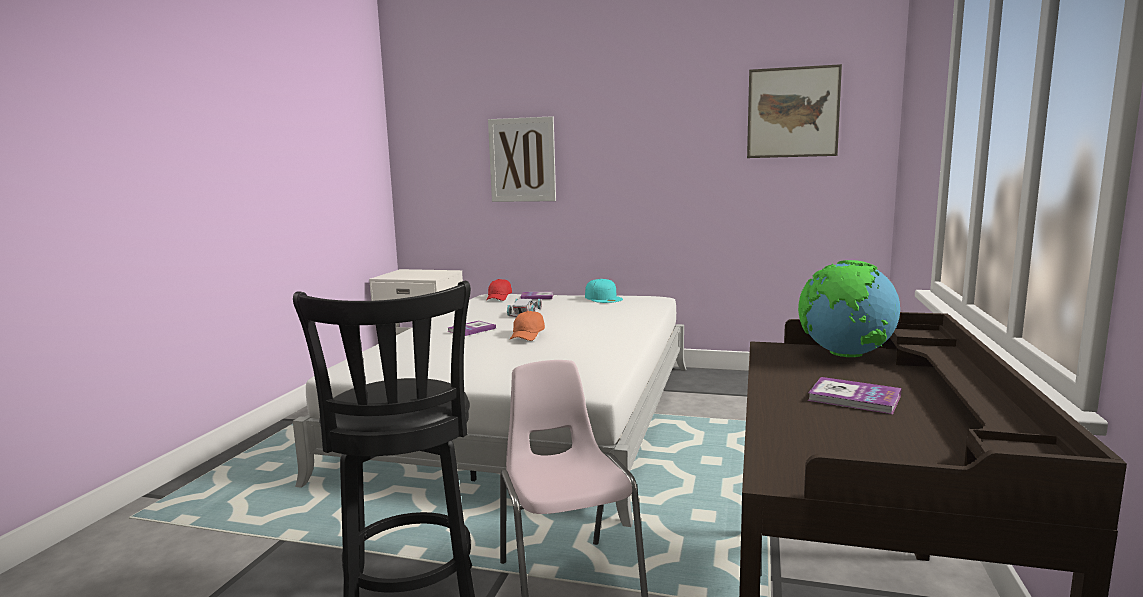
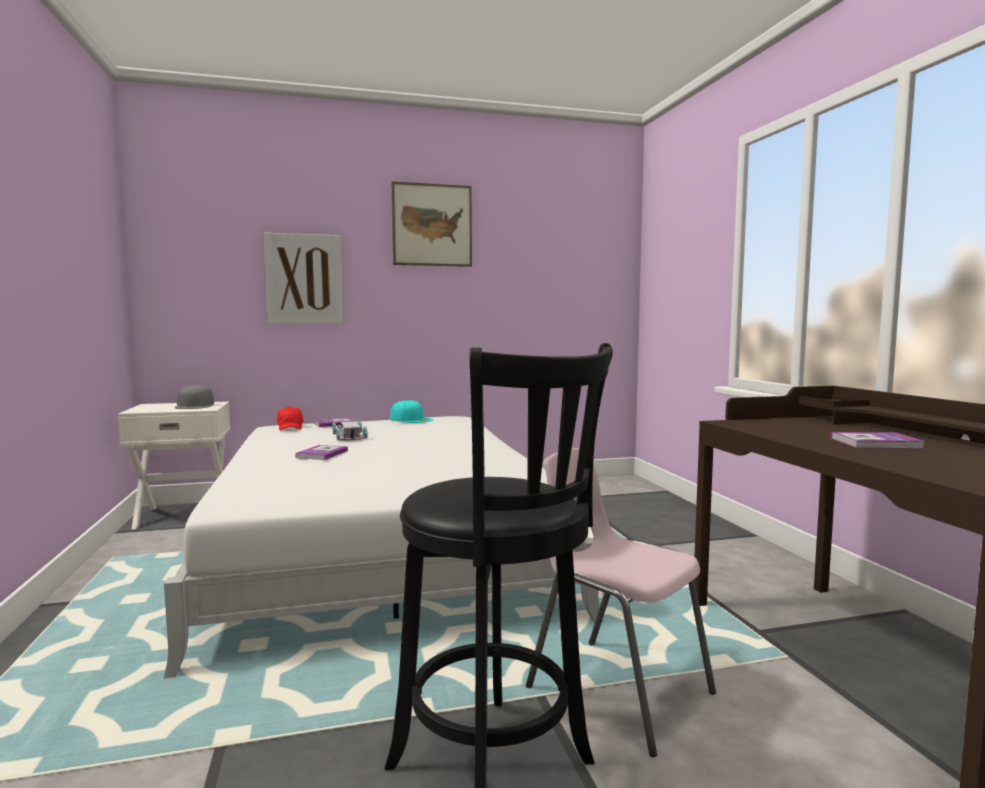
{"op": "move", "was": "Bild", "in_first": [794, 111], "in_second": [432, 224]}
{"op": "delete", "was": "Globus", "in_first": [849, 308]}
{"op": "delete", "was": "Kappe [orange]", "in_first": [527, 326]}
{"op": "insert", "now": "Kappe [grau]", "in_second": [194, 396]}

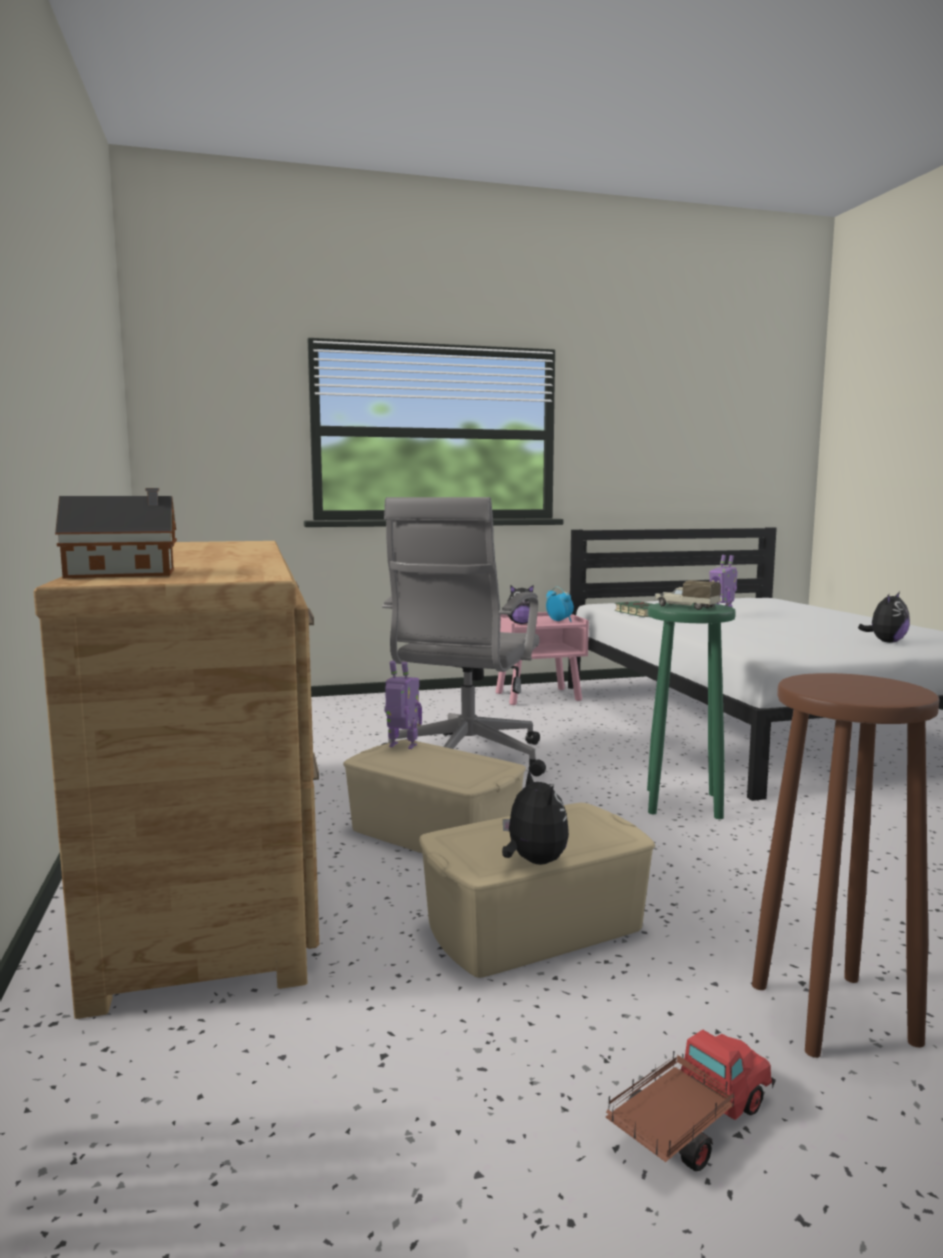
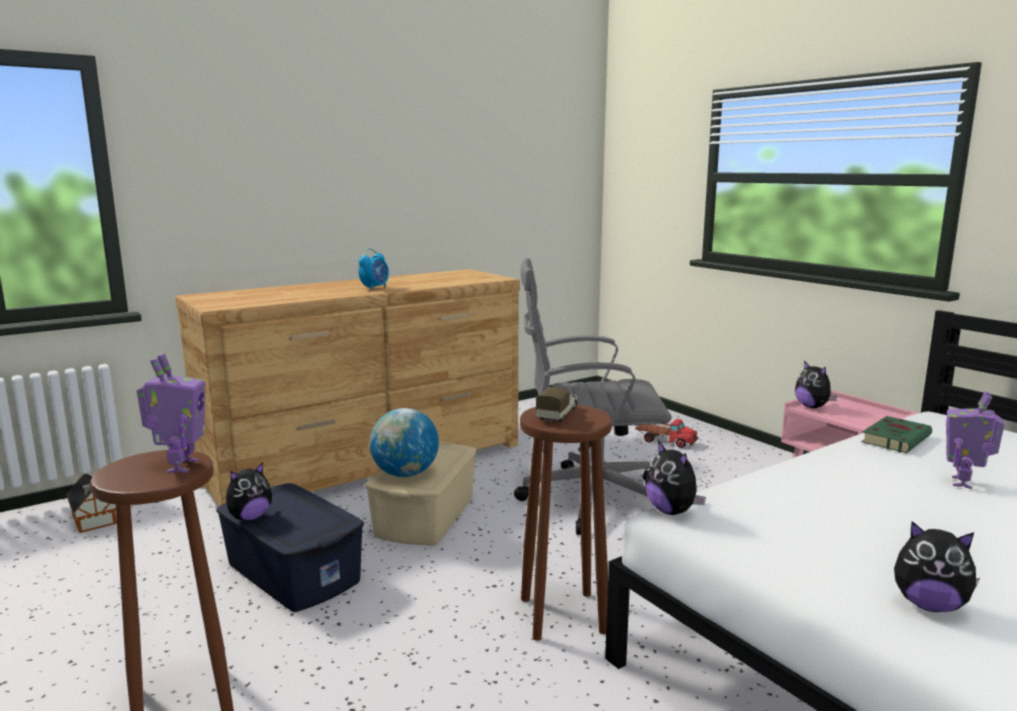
{"op": "move", "was": "Spielzeughaus", "in_first": [116, 533], "in_second": [91, 503]}
{"op": "move", "was": "Wecker", "in_first": [560, 604], "in_second": [373, 269]}
{"op": "recolor", "was": "Hocker [grün]", "now": "Hocker [braun]", "in_first": [691, 711], "in_second": [566, 522]}
{"op": "move", "was": "Spielzeugroboter", "in_first": [403, 705], "in_second": [171, 413]}
{"op": "recolor", "was": "Aufbewahrungsbox [beige]", "now": "Aufbewahrungsbox [blau]", "in_first": [537, 890], "in_second": [290, 547]}
{"op": "move", "was": "Spielzeuglaster", "in_first": [691, 1100], "in_second": [666, 433]}
{"op": "insert", "now": "Globus", "in_second": [404, 442]}
{"op": "insert", "now": "Plüschtier", "in_second": [675, 477]}

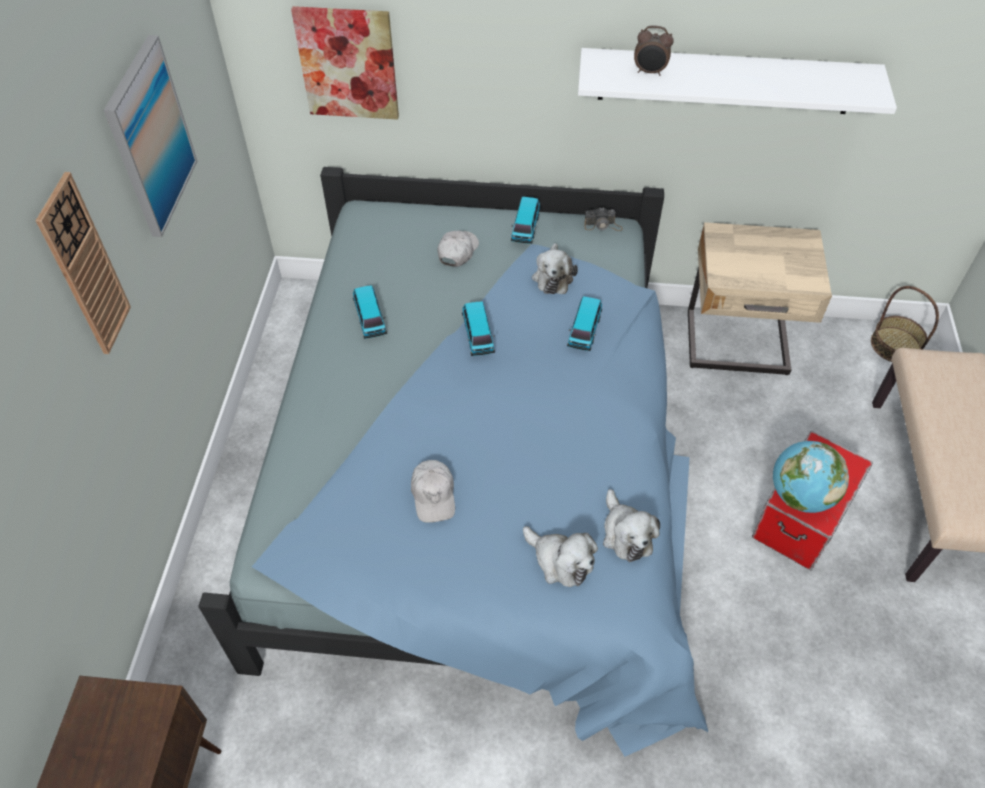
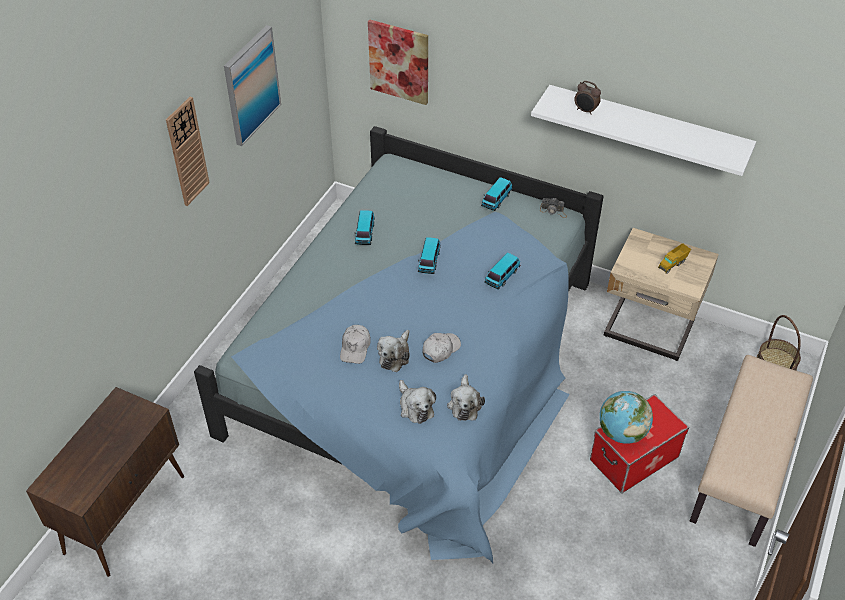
{"op": "move", "was": "Kappe [weiß]", "in_first": [458, 249], "in_second": [441, 348]}
{"op": "move", "was": "Plüschtier", "in_first": [555, 268], "in_second": [393, 351]}
{"op": "insert", "now": "Spielzeuglaster", "in_second": [674, 258]}

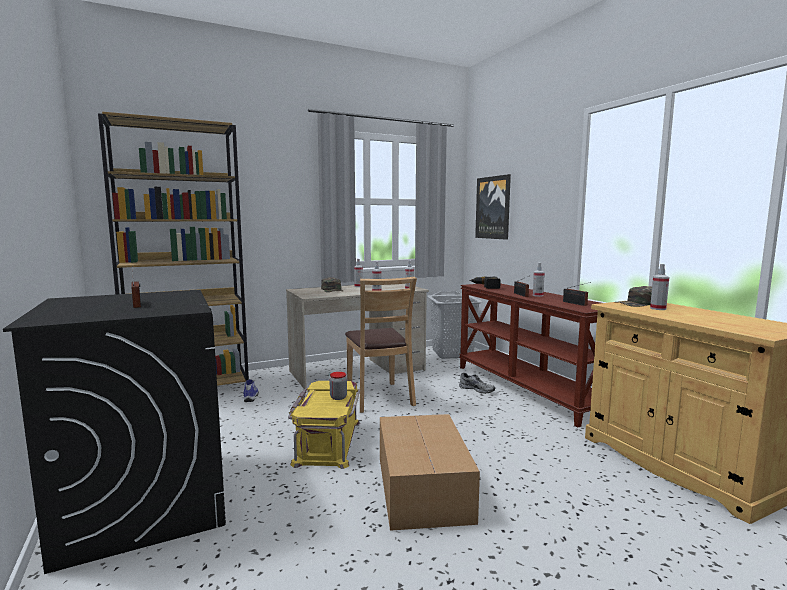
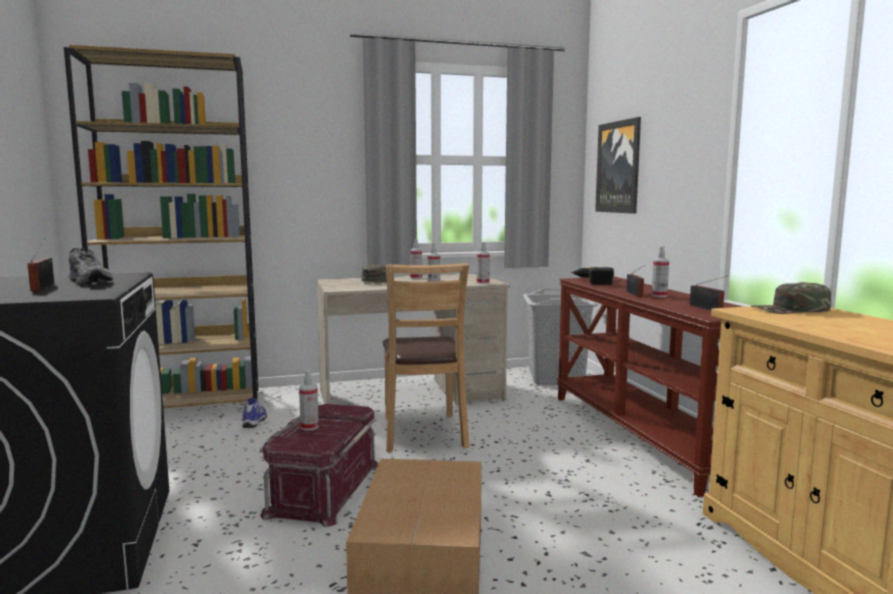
{"op": "move", "was": "Sprühflasche", "in_first": [659, 287], "in_second": [309, 400]}
{"op": "delete", "was": "Vorratsglas", "in_first": [338, 386]}
{"op": "move", "was": "Schuh [grau]", "in_first": [477, 383], "in_second": [91, 266]}
{"op": "recolor", "was": "Aufbewahrungsbox [gelb]", "now": "Aufbewahrungsbox [rot]", "in_first": [324, 425], "in_second": [319, 465]}

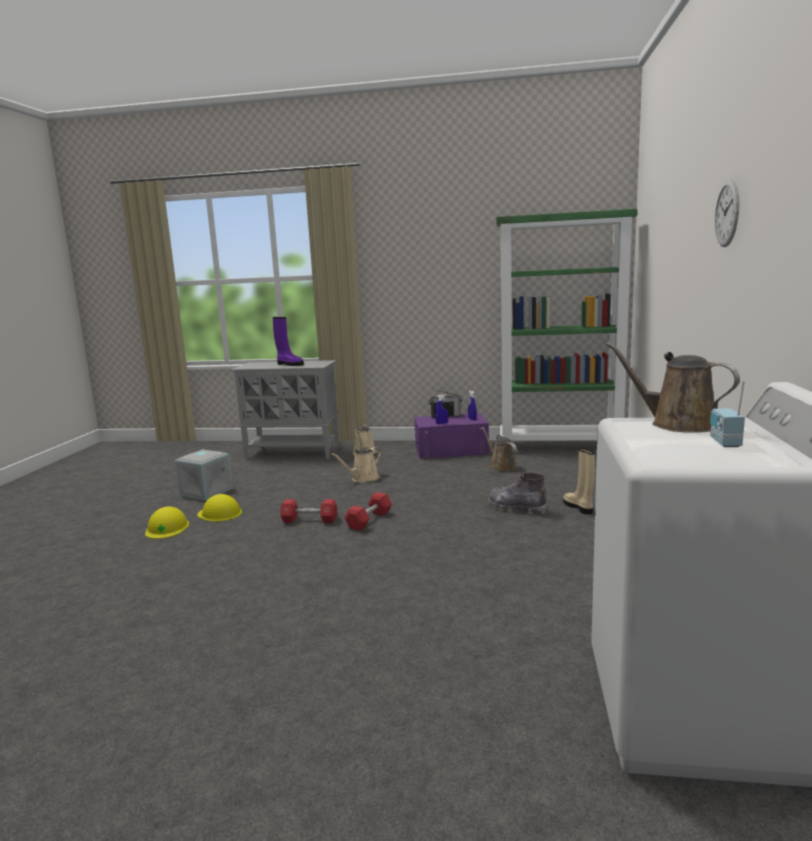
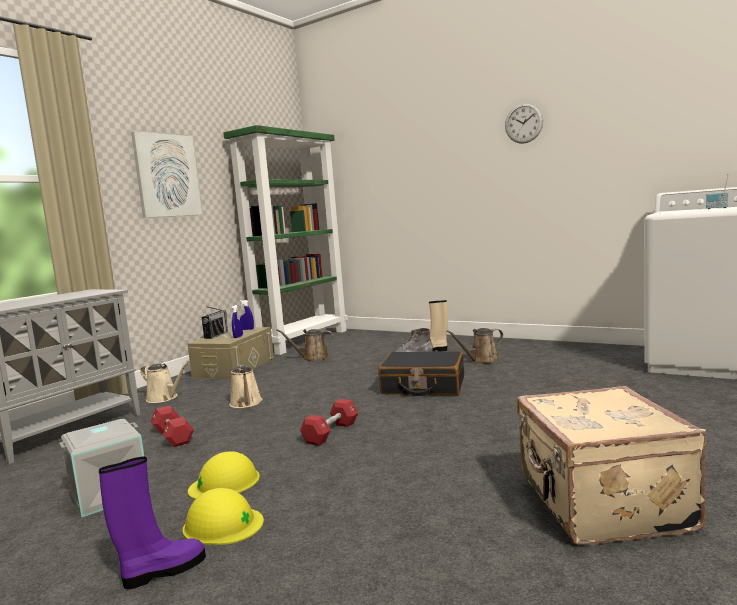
{"op": "move", "was": "Stiefel [lila]", "in_first": [288, 341], "in_second": [152, 522]}
{"op": "move", "was": "Gießkanne [braun]", "in_first": [673, 387], "in_second": [474, 346]}
{"op": "recolor", "was": "Aufbewahrungsbox [lila]", "now": "Aufbewahrungsbox [beige]", "in_first": [451, 436], "in_second": [230, 353]}
{"op": "move", "was": "Hantel [rot]", "in_first": [368, 511], "in_second": [172, 426]}
{"op": "insert", "now": "Bild", "in_second": [166, 174]}
{"op": "insert", "now": "Koffer [schwarz]", "in_second": [421, 373]}
{"op": "insert", "now": "Koffer [beige]", "in_second": [612, 465]}

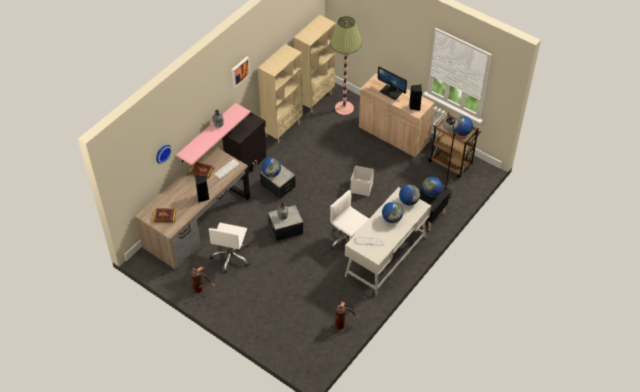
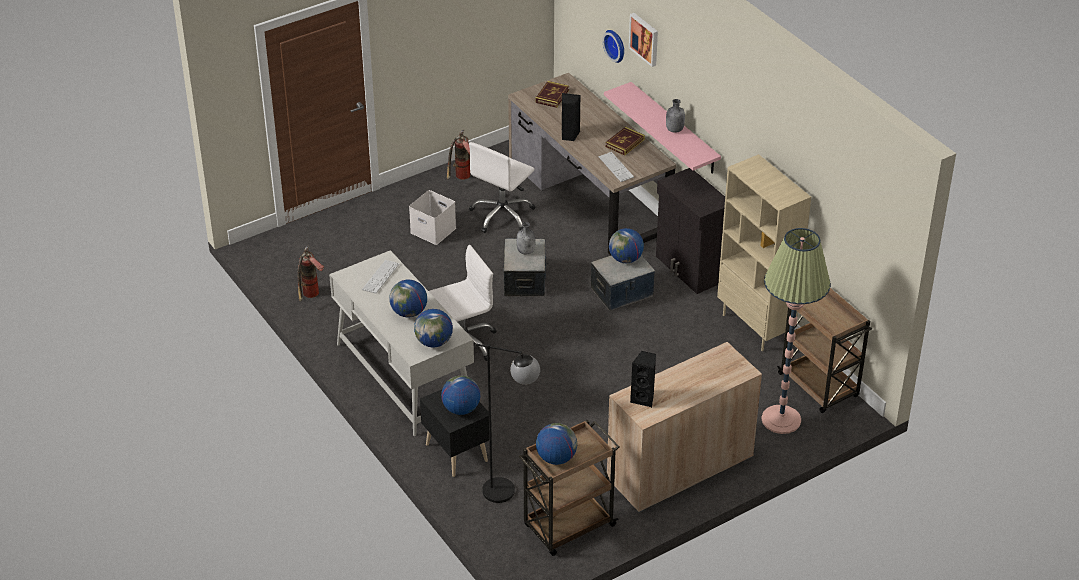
{"op": "replace", "was": "Bücherregal [beige]", "now": "Rollwagen [braun]", "in_first": [315, 64], "in_second": [824, 350]}
{"op": "move", "was": "Bild", "in_first": [240, 72], "in_second": [643, 40]}
{"op": "delete", "was": "Monitor", "in_first": [392, 83]}
{"op": "move", "was": "Aufbewahrungsbox [weiß]", "in_first": [362, 181], "in_second": [432, 217]}
{"op": "rotate", "was": "Bürostuhl [weiß]", "in_first": [228, 248], "in_second": [502, 187], "clockwise": -90}

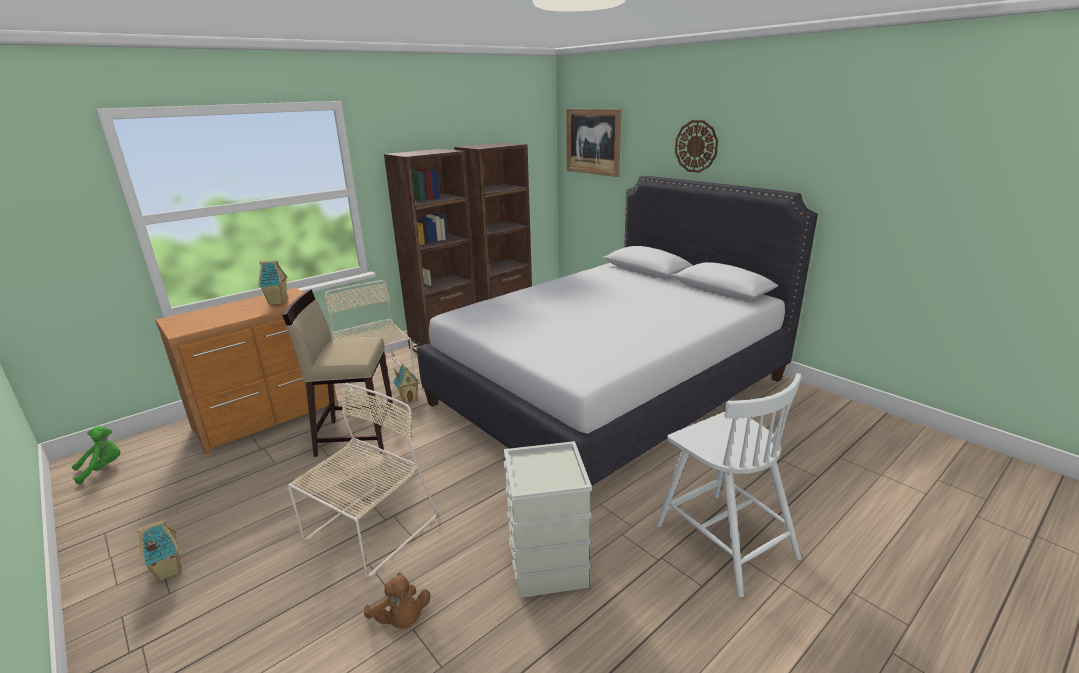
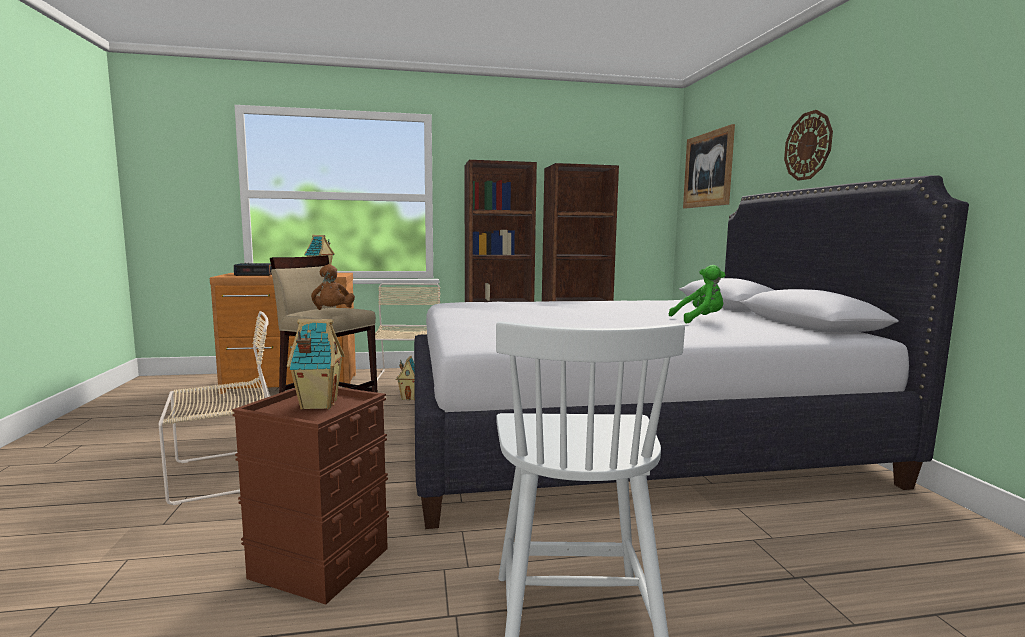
{"op": "move", "was": "Plüschtier [grün]", "in_first": [96, 455], "in_second": [697, 294]}
{"op": "recolor", "was": "Aufbewahrungsbox [grau]", "now": "Aufbewahrungsbox [braun]", "in_first": [547, 519], "in_second": [310, 496]}
{"op": "move", "was": "Spielzeughaus", "in_first": [159, 551], "in_second": [316, 364]}
{"op": "move", "was": "Plüschtier [braun]", "in_first": [397, 600], "in_second": [333, 287]}
{"op": "insert", "now": "Wecker", "in_second": [253, 269]}

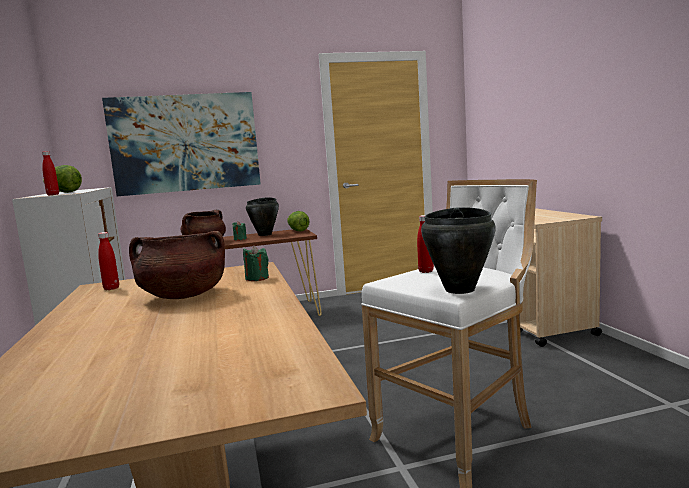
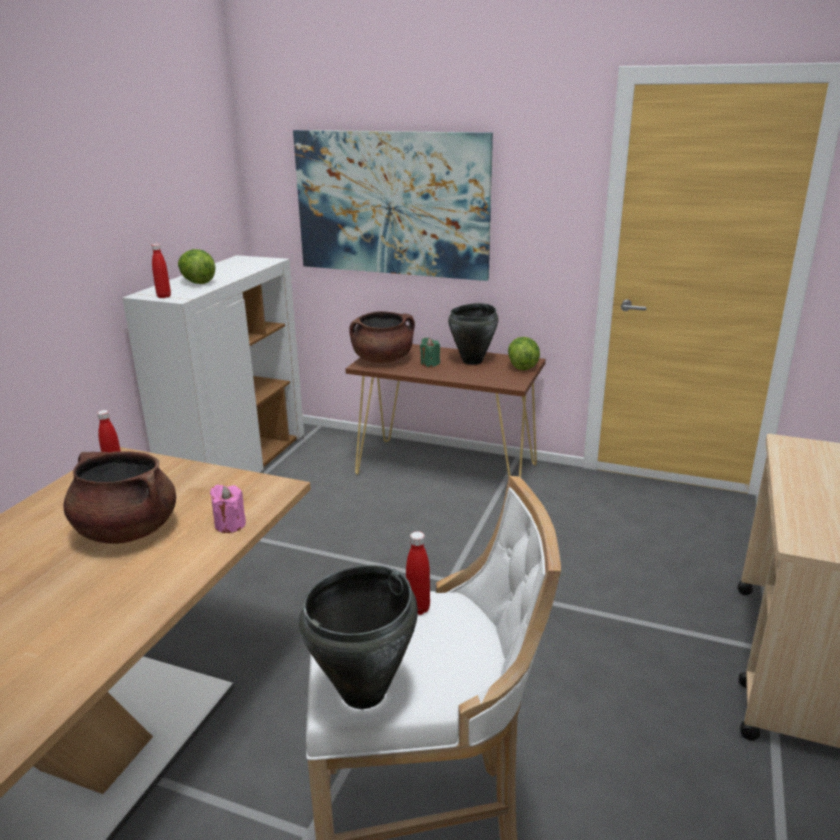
{"op": "recolor", "was": "Kerze [grün]", "now": "Kerze [rosa]", "in_first": [256, 263], "in_second": [228, 509]}

